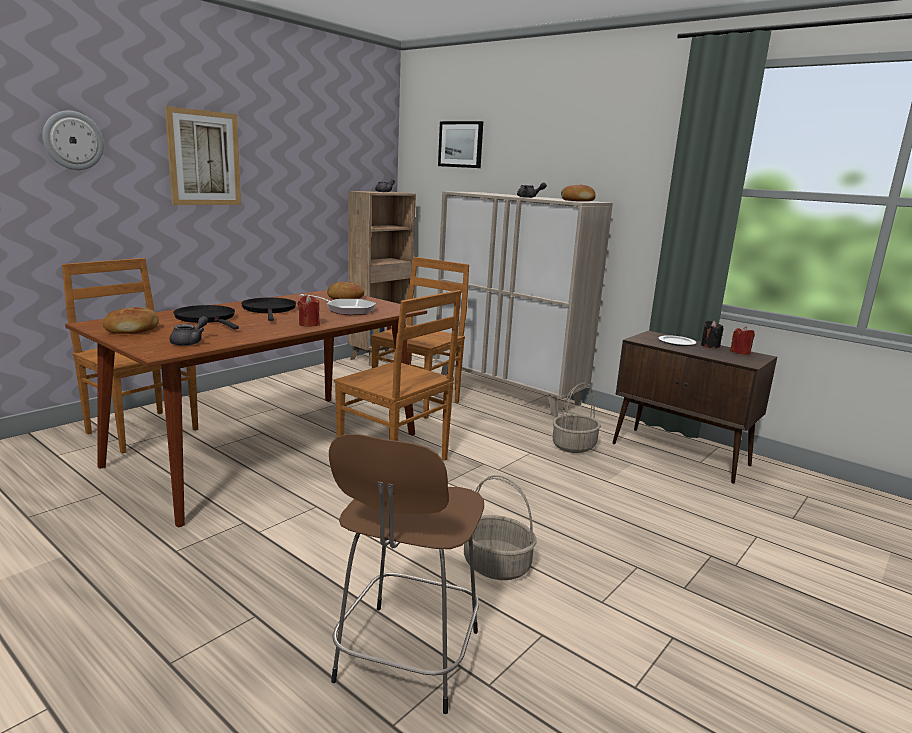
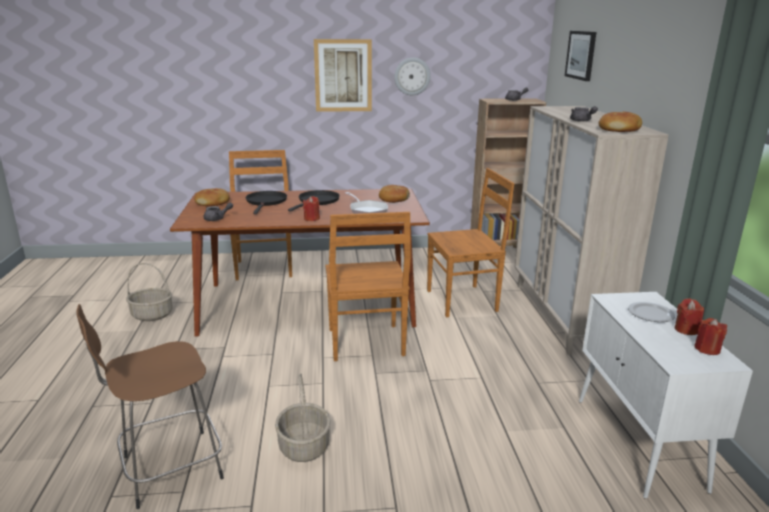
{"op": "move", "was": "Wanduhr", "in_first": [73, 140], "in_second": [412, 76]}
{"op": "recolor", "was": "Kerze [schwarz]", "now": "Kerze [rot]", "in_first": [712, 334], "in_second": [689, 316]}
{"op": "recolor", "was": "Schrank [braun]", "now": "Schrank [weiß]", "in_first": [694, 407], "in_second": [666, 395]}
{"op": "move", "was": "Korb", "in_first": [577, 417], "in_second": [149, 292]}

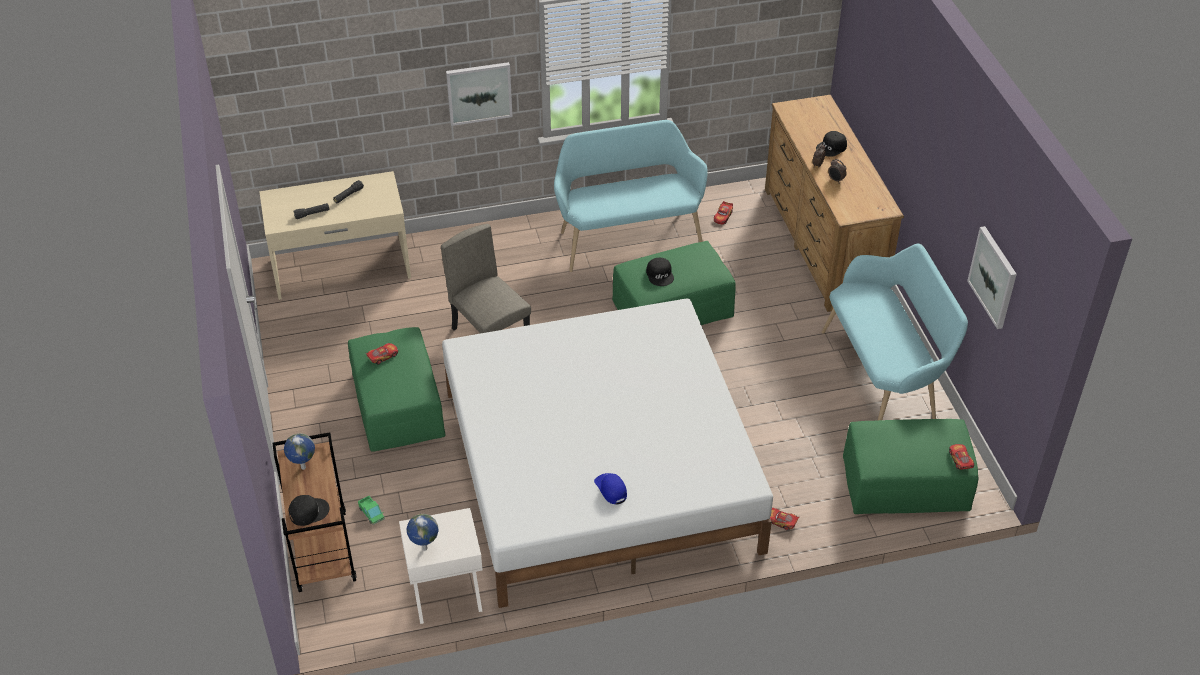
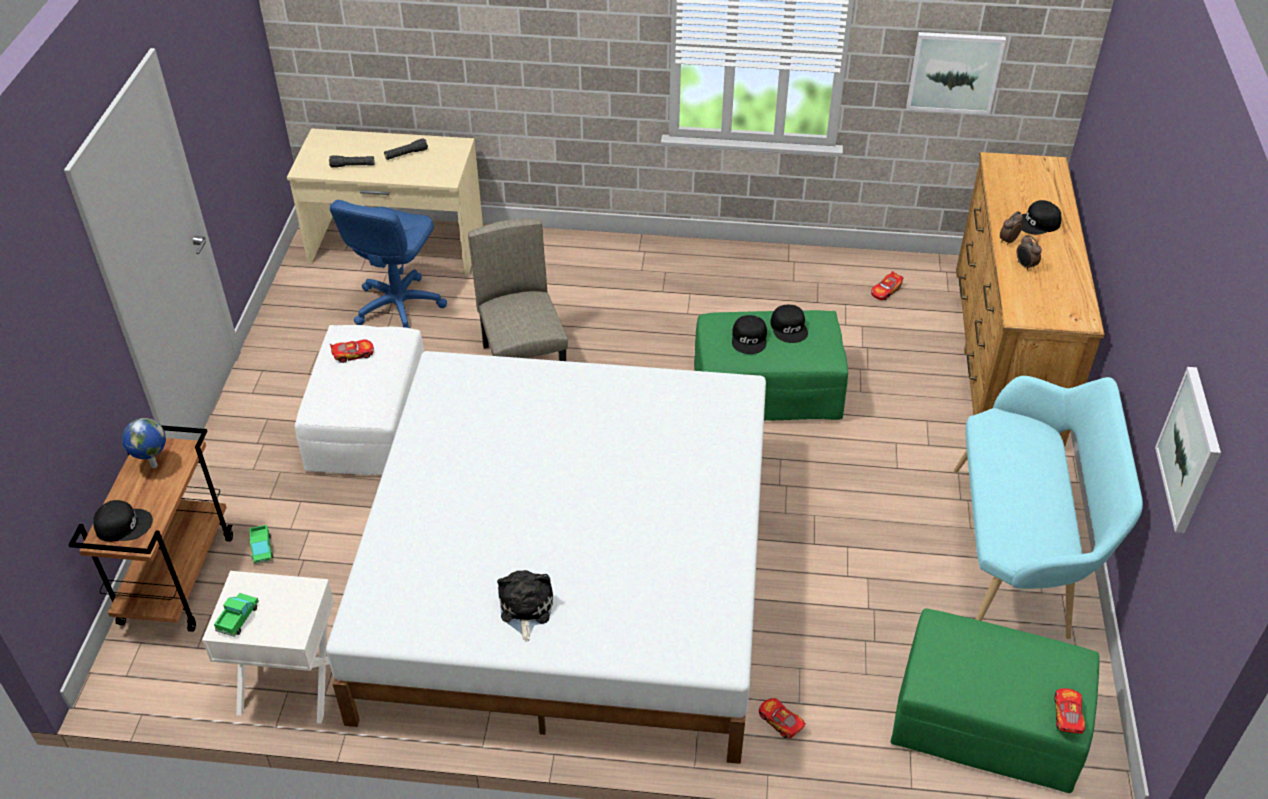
{"op": "move", "was": "Bild", "in_first": [479, 94], "in_second": [956, 73]}
{"op": "delete", "was": "Bank [türkis]", "in_first": [631, 196]}
{"op": "recolor", "was": "Polsterhocker [grün]", "now": "Polsterhocker [weiß]", "in_first": [397, 389], "in_second": [359, 400]}
{"op": "replace", "was": "Kappe [blau]", "now": "Plüschtier", "in_first": [610, 489], "in_second": [525, 606]}
{"op": "replace", "was": "Globus", "now": "Spielzeuglaster", "in_first": [422, 532], "in_second": [236, 615]}
{"op": "insert", "now": "Bürostuhl [blau]", "in_second": [388, 264]}
{"op": "insert", "now": "Kappe [schwarz]", "in_second": [789, 324]}

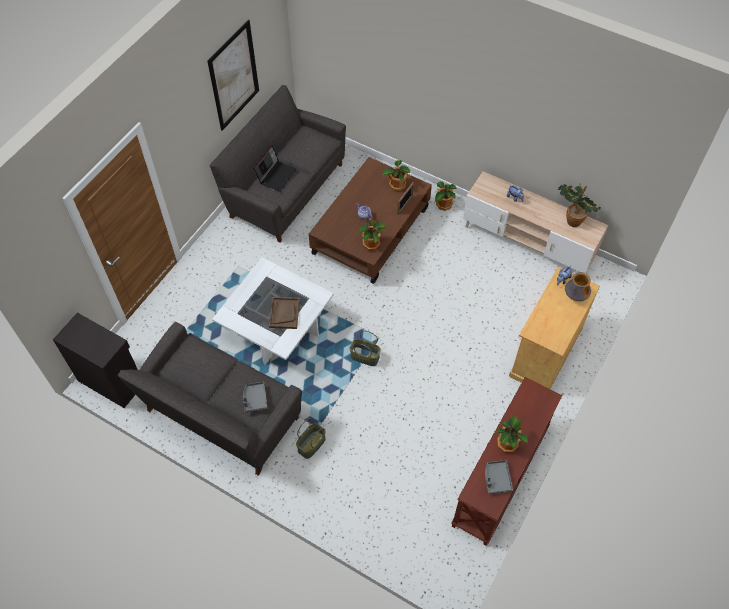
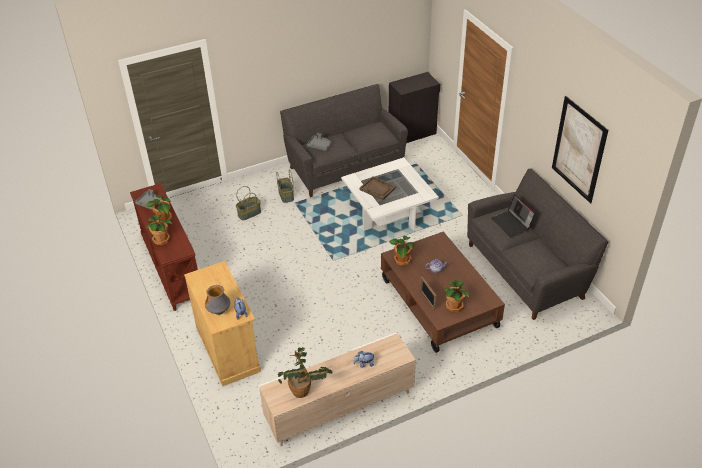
{"op": "move", "was": "Topfpflanze", "in_first": [445, 196], "in_second": [159, 230]}
{"op": "move", "was": "Korb", "in_first": [365, 348], "in_second": [248, 203]}

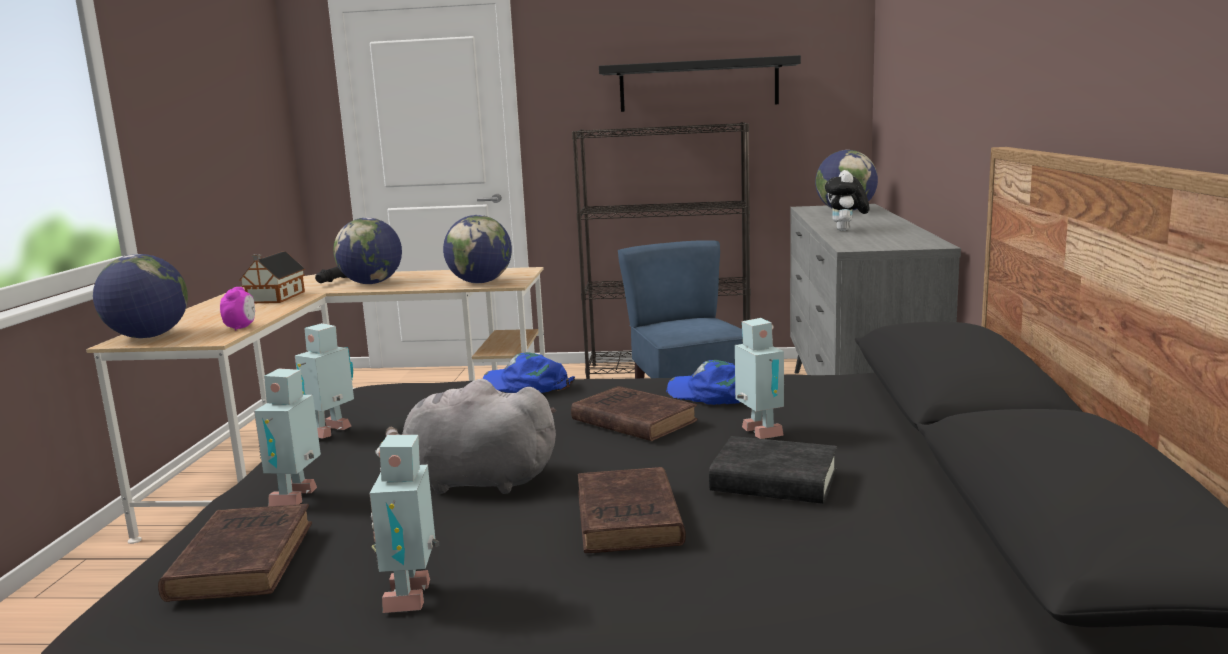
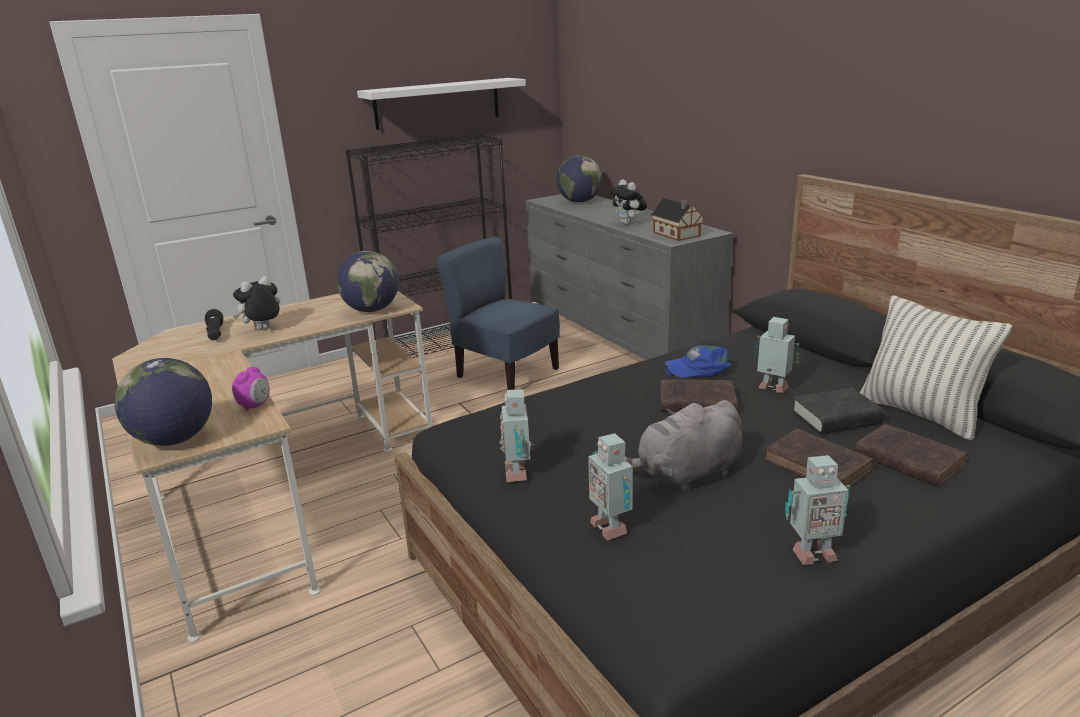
{"op": "recolor", "was": "Wandregal [schwarz]", "now": "Wandregal [weiß]", "in_first": [700, 83], "in_second": [441, 104]}
{"op": "replace", "was": "Globus", "now": "Plüschtier", "in_first": [367, 251], "in_second": [256, 303]}
{"op": "move", "was": "Spielzeughaus", "in_first": [272, 277], "in_second": [677, 219]}
{"op": "rotate", "was": "Wecker", "in_first": [237, 308], "in_second": [251, 389], "clockwise": 60}
{"op": "delete", "was": "Kappe [blau]", "in_first": [529, 372]}
{"op": "rotate", "was": "Spielzeugroboter", "in_first": [404, 524], "in_second": [818, 510], "clockwise": -60}
{"op": "move", "was": "Buch [braun]", "in_first": [235, 553], "in_second": [911, 455]}
{"op": "insert", "now": "Kissen", "in_second": [936, 367]}

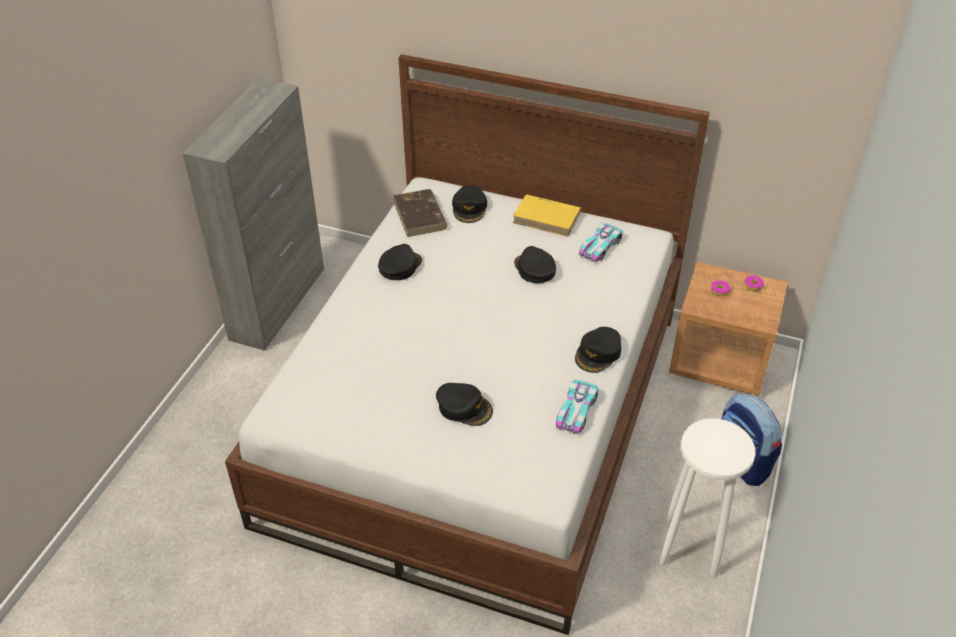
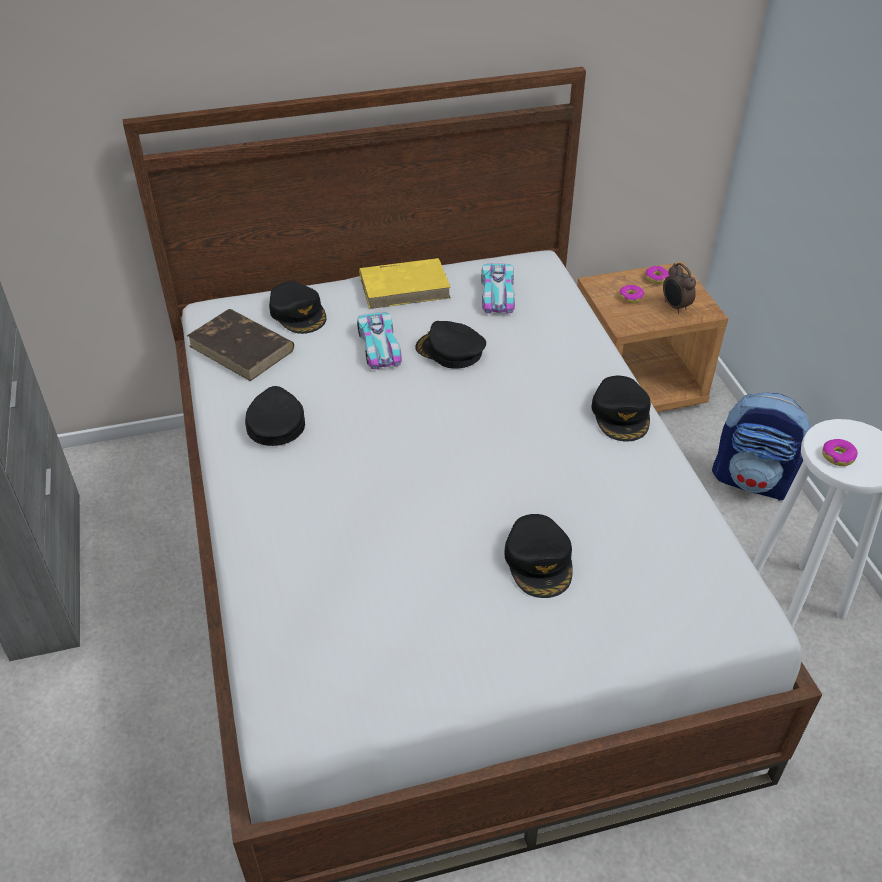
{"op": "move", "was": "Spielzeugauto", "in_first": [577, 407], "in_second": [379, 340]}
{"op": "rotate", "was": "Kappe [schwarz]", "in_first": [464, 404], "in_second": [538, 556], "clockwise": 90}
{"op": "insert", "now": "Wecker", "in_second": [679, 288]}
{"op": "insert", "now": "Donut", "in_second": [840, 452]}

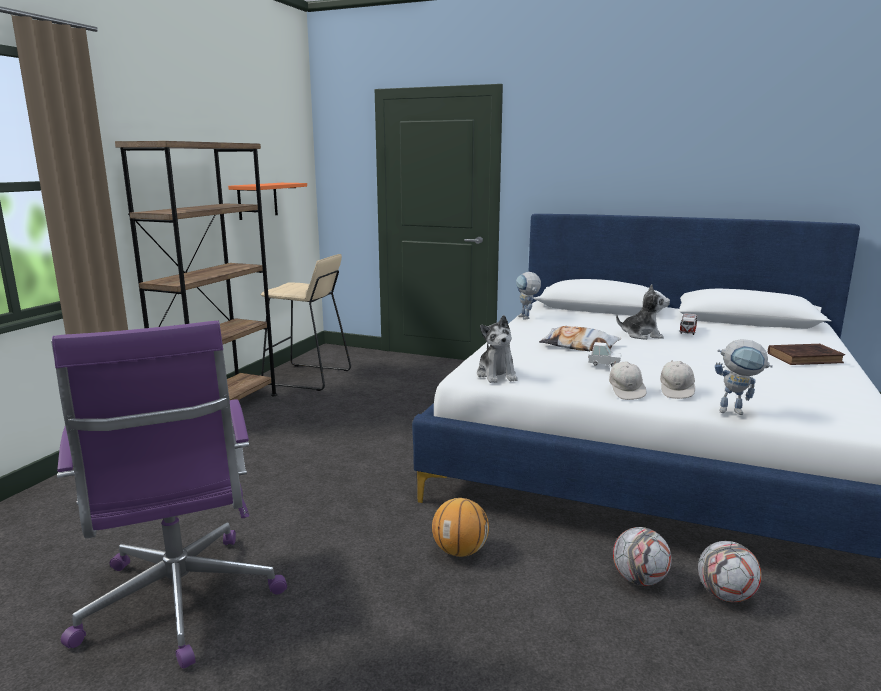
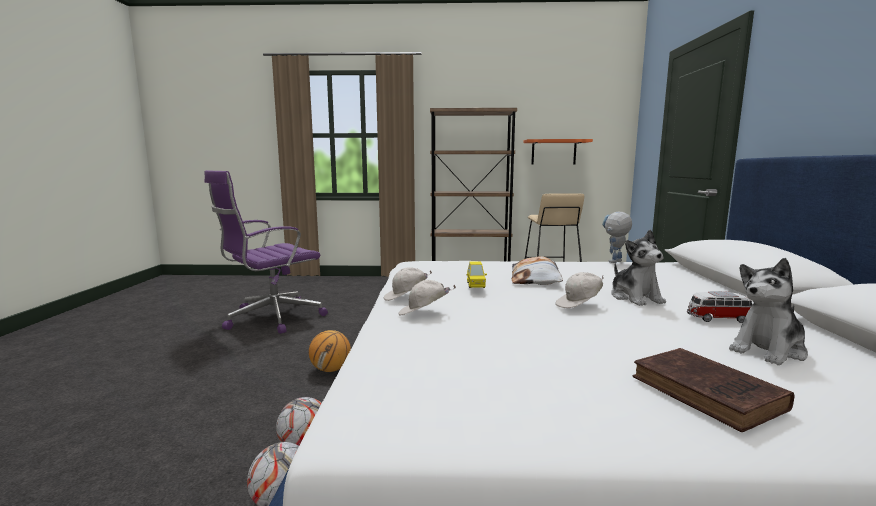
{"op": "move", "was": "Plüschtier", "in_first": [497, 349], "in_second": [768, 311]}
{"op": "delete", "was": "Spielzeugroboter", "in_first": [744, 377]}
{"op": "recolor", "was": "Spielzeugauto [weiß]", "now": "Spielzeugauto [gelb]", "in_first": [605, 354], "in_second": [476, 275]}
{"op": "insert", "now": "Kappe [weiß]", "in_second": [579, 290]}

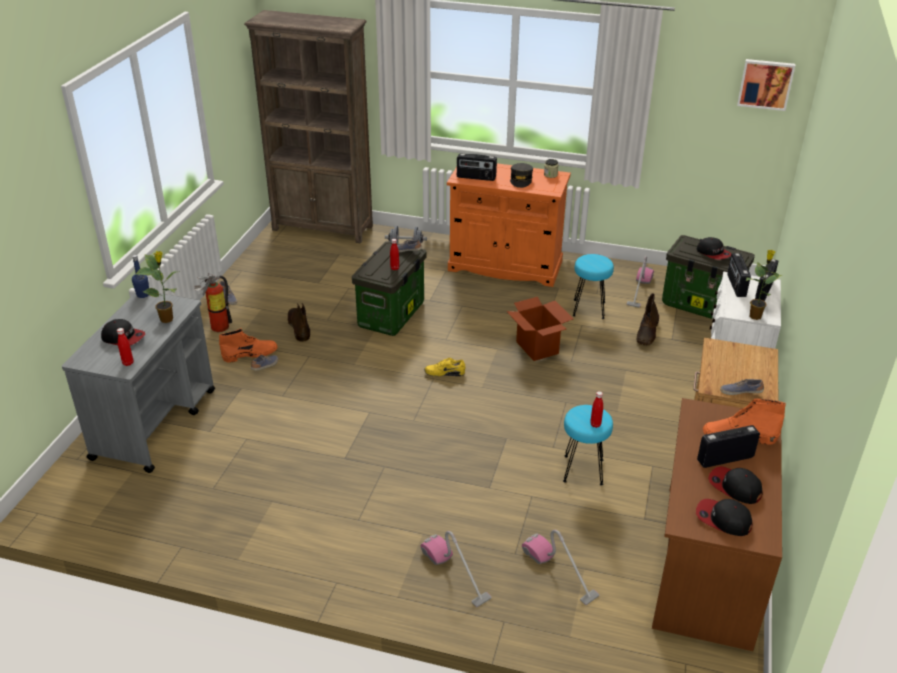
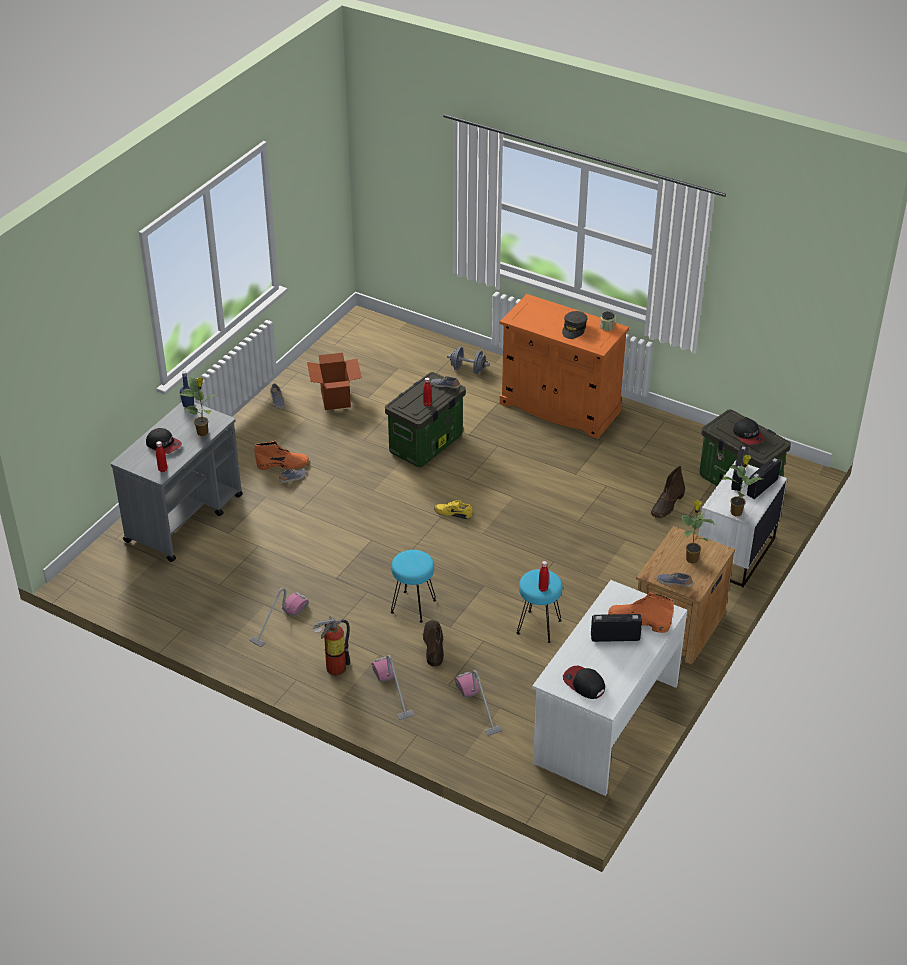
{"op": "delete", "was": "Bücherregal [braun]", "in_first": [308, 127]}
{"op": "delete", "was": "Bild", "in_first": [766, 85]}
{"op": "delete", "was": "Radio", "in_first": [477, 167]}
{"op": "move", "was": "Hocker [türkis]", "in_first": [593, 286], "in_second": [413, 586]}
{"op": "move", "was": "Staubsauger", "in_first": [640, 282], "in_second": [279, 617]}
{"op": "move", "was": "Feuerlöscher", "in_first": [213, 302], "in_second": [331, 645]}
{"op": "move", "was": "Karton", "in_first": [539, 329], "in_second": [334, 381]}
{"op": "move", "was": "Stiefel [braun]", "in_first": [298, 322], "in_second": [433, 643]}
{"op": "recolor", "was": "Schreibtisch [braun]", "now": "Schreibtisch [weiß]", "in_first": [717, 524], "in_second": [609, 688]}
{"op": "delete", "was": "Kappe", "in_first": [735, 485]}
{"op": "insert", "now": "Topfpflanze", "in_second": [697, 532]}

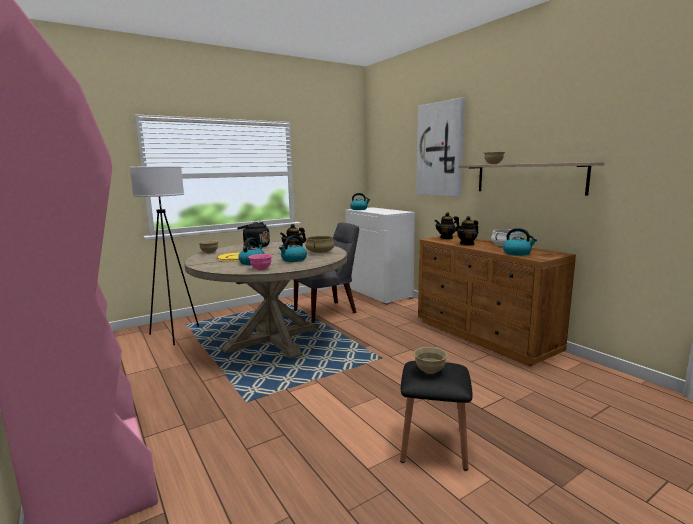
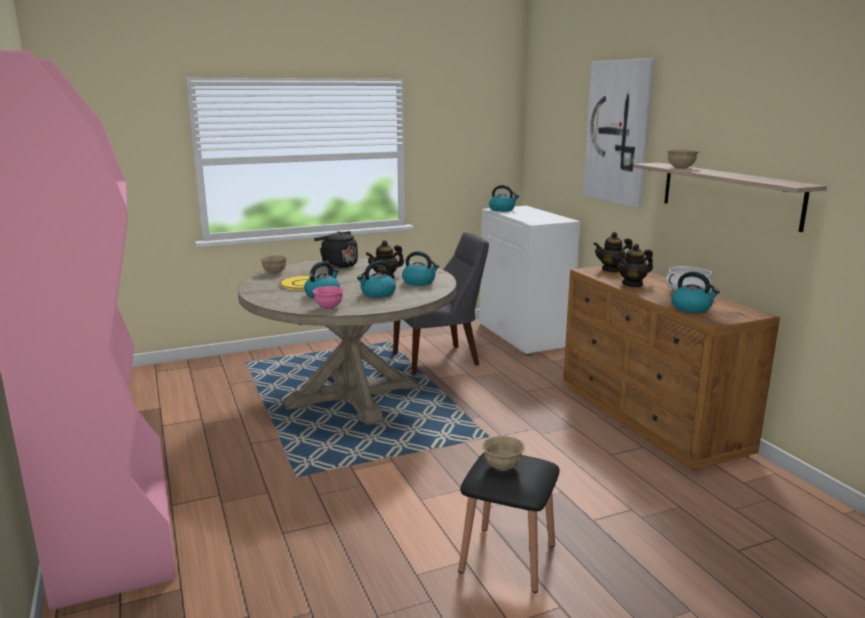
{"op": "delete", "was": "Stehlampe [weiß]", "in_first": [164, 255]}
{"op": "replace", "was": "Kochtopf [beige]", "now": "Wasserkessel", "in_first": [319, 244], "in_second": [420, 268]}

